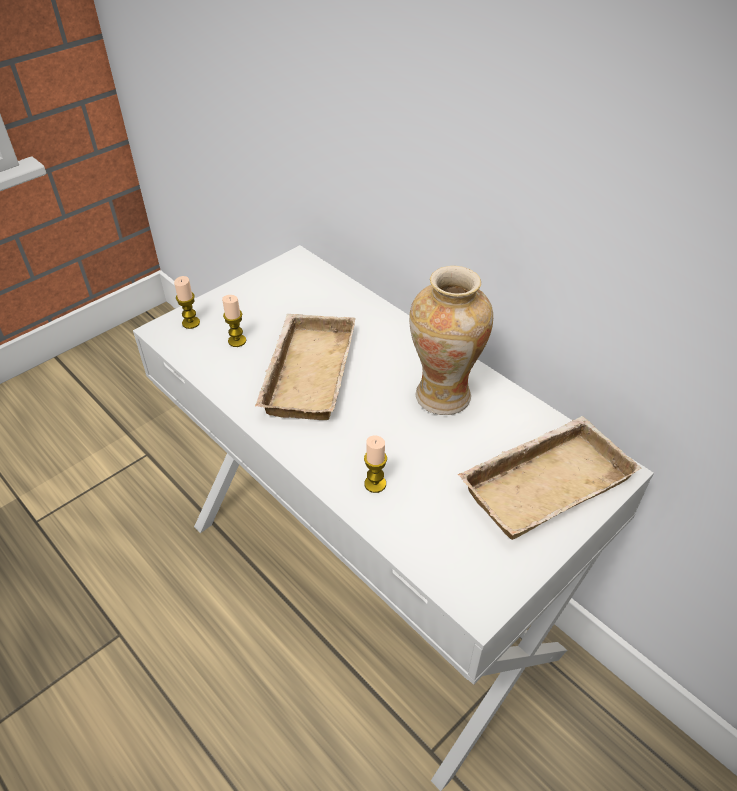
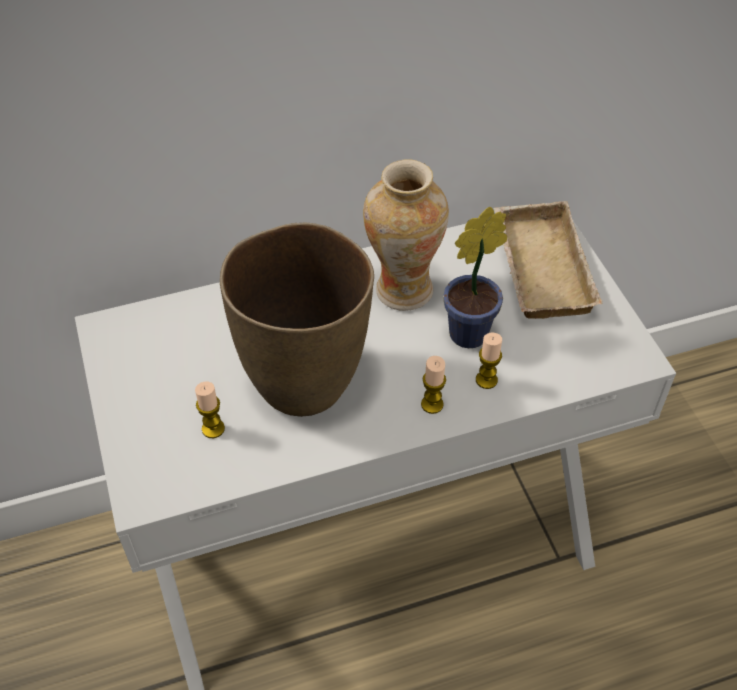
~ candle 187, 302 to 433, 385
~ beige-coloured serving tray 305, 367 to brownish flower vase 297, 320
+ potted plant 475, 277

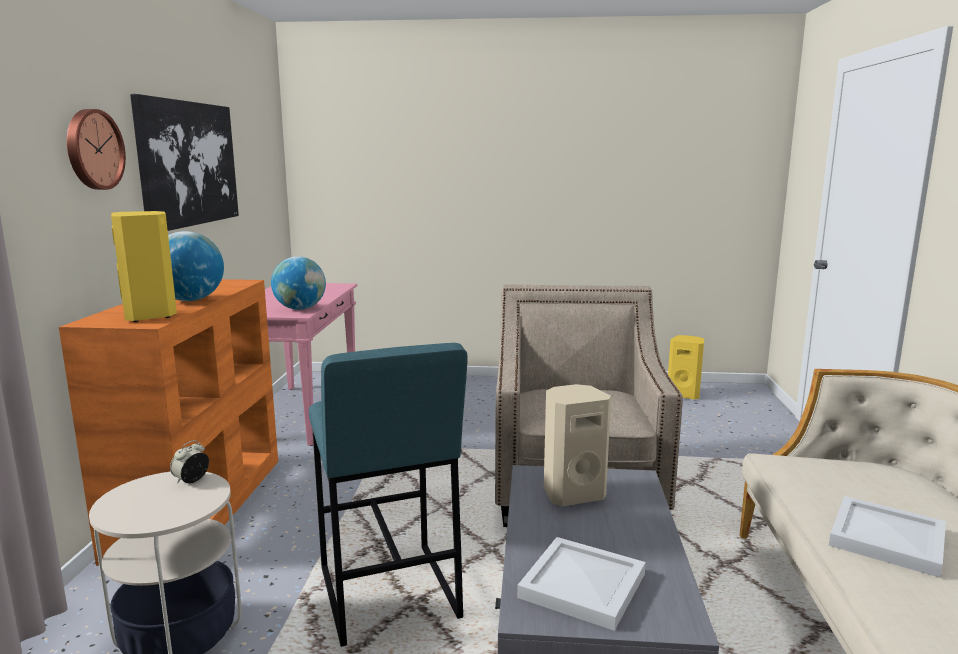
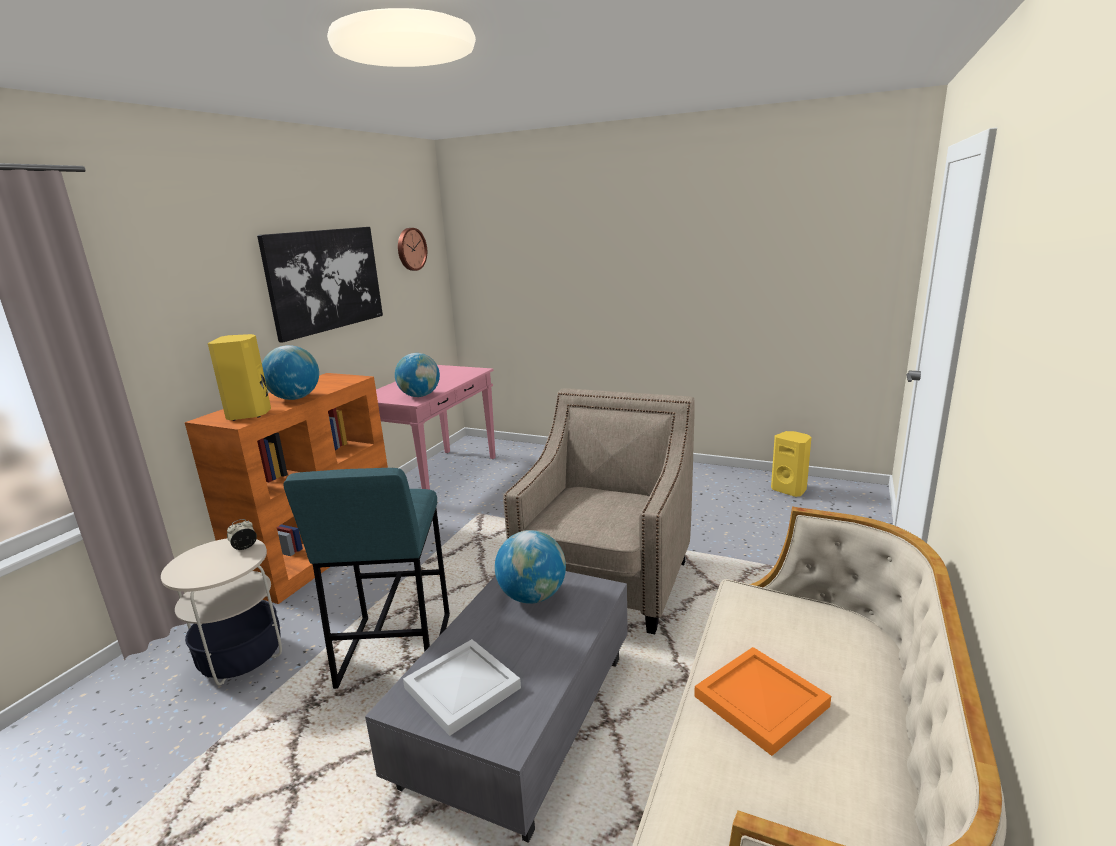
~ hanging clock 96, 149 to 412, 249
~ beige-coloured speaker 577, 445 to desk globe 530, 567
~ whitish serving tray 887, 537 to orangey serving tray 762, 701

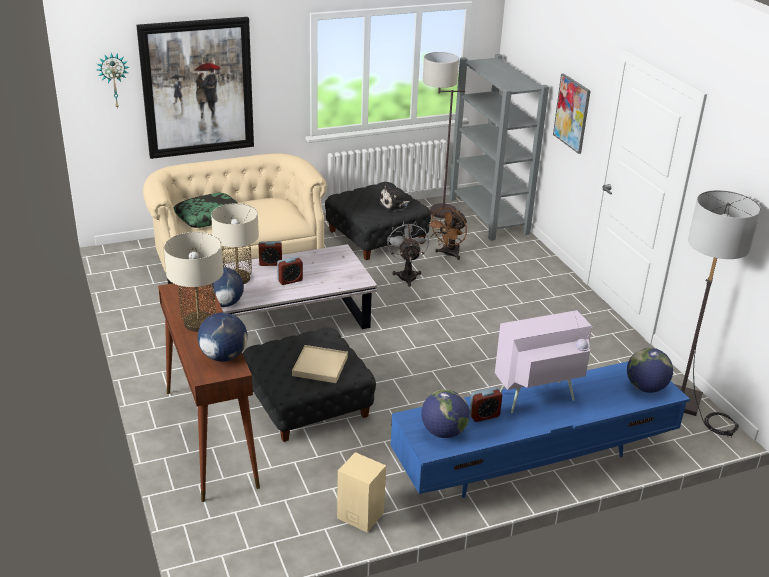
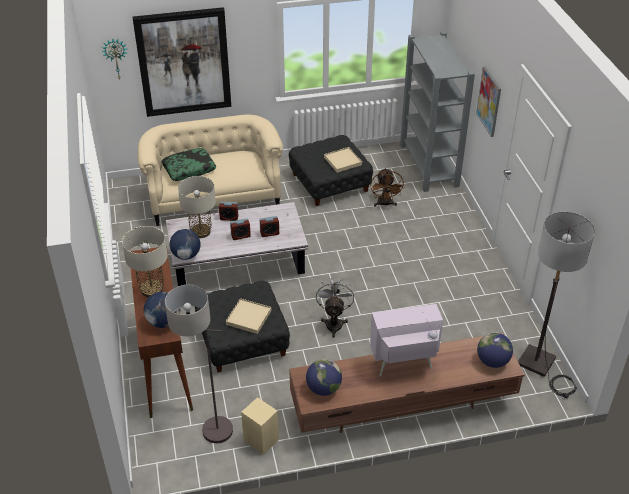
~ cuddly toy 394, 197 to beige-coloured serving tray 343, 160
~ greyish electric fan 408, 254 to 335, 308
~ blue tv stand 540, 429 to brownish tv stand 407, 383
~ greyish standing lamp 444, 135 to 199, 364
~ brownish electric fan 447, 233 = 387, 187 45 degrees counterclockwise
~ alarm clock 485, 404 to 269, 226

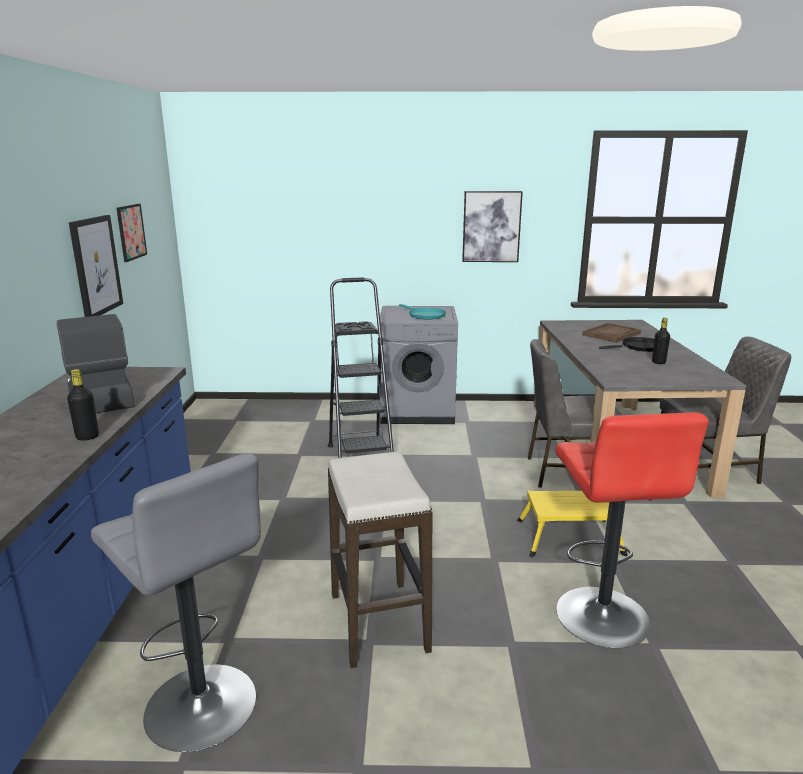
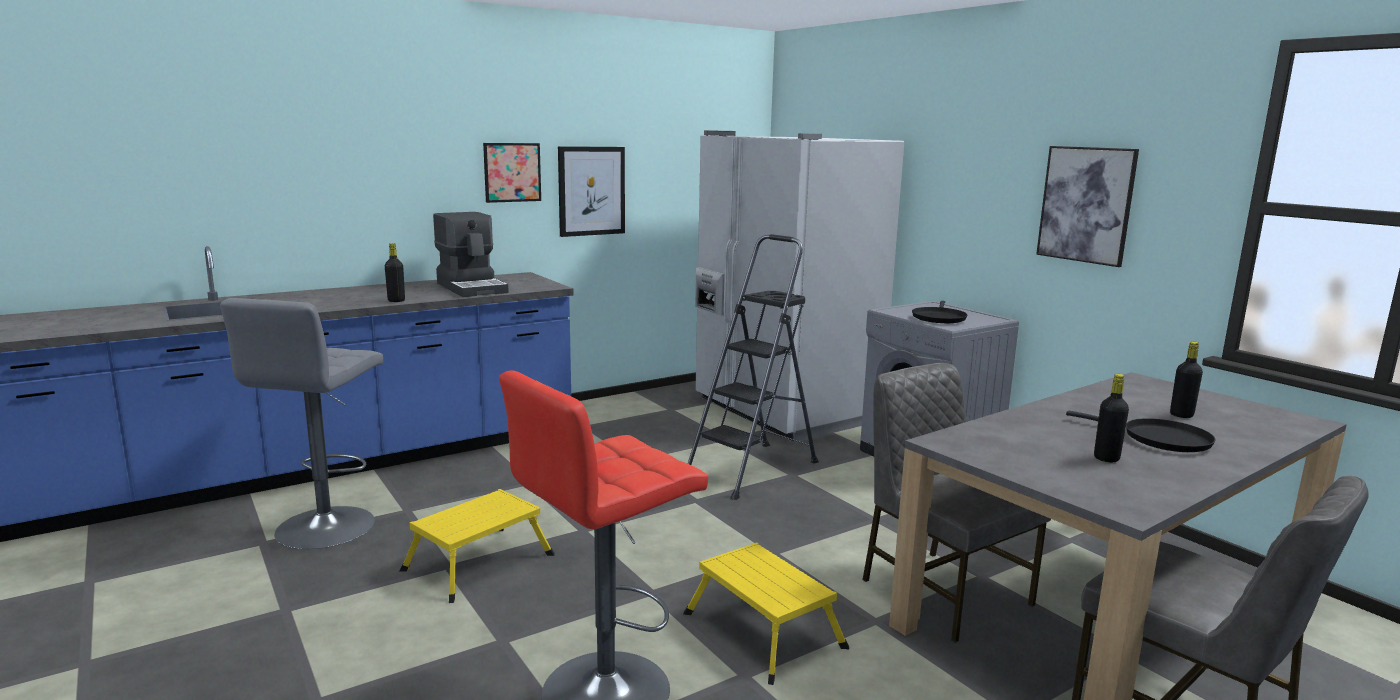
~ coffee brewer 96, 363 = 471, 254 120 degrees clockwise
~ picture 131, 233 to 512, 173
~ stool 380, 560 to yellowish step ladder 477, 546
~ turquoise skillet 422, 312 to black-coloured skillet 939, 312
~ brownish serving tray 612, 333 to black-coloured drink bottle 1186, 380
+ whitish kitchen fridge 799, 286

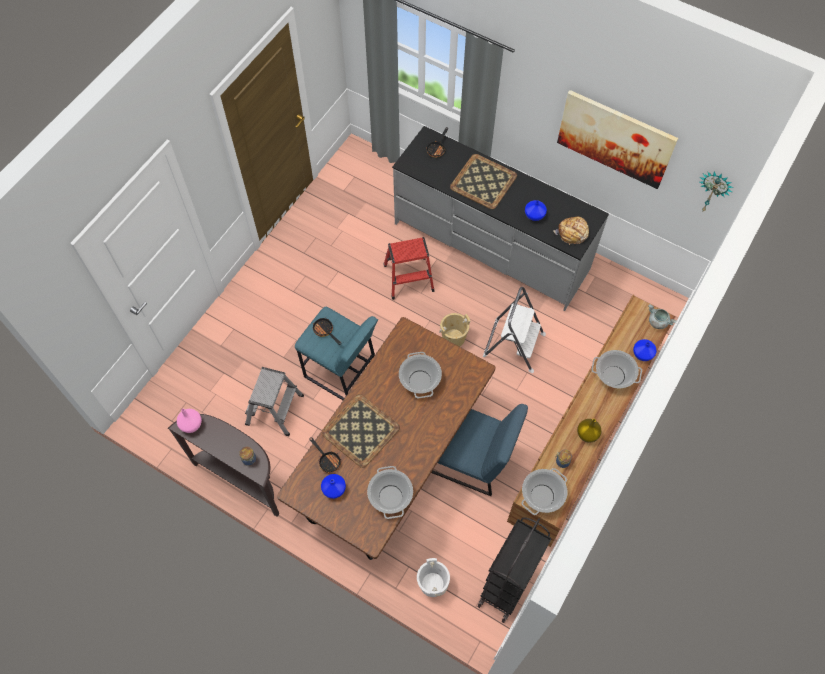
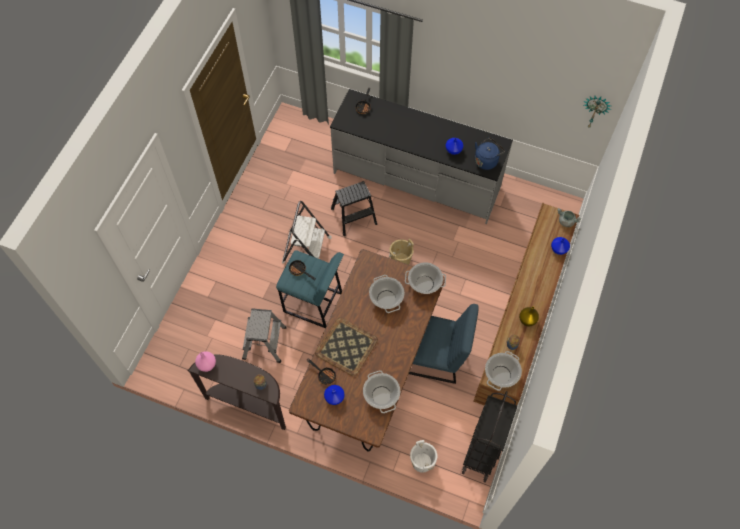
~ reddish step ladder 409, 268 to black-coloured step ladder 354, 208
- serving tray 483, 181
~ whitish step ladder 514, 330 to 307, 232
~ baked bread 571, 230 to blue water kettle 490, 153
- picture 617, 139
~ cooking pot 616, 369 to 425, 278

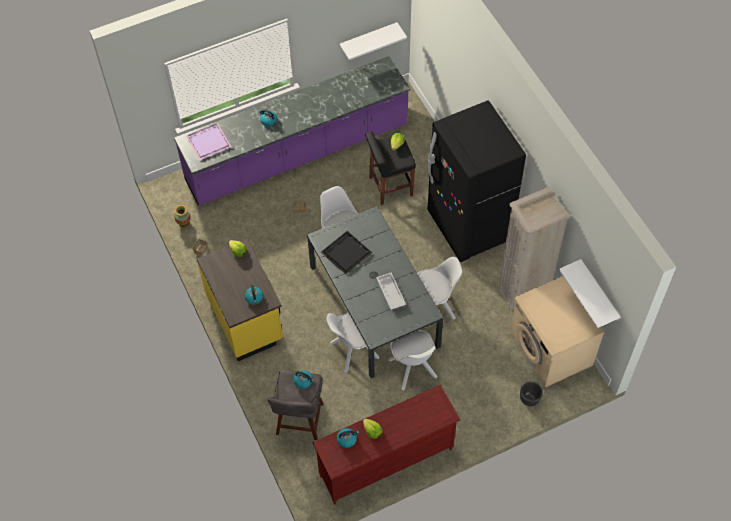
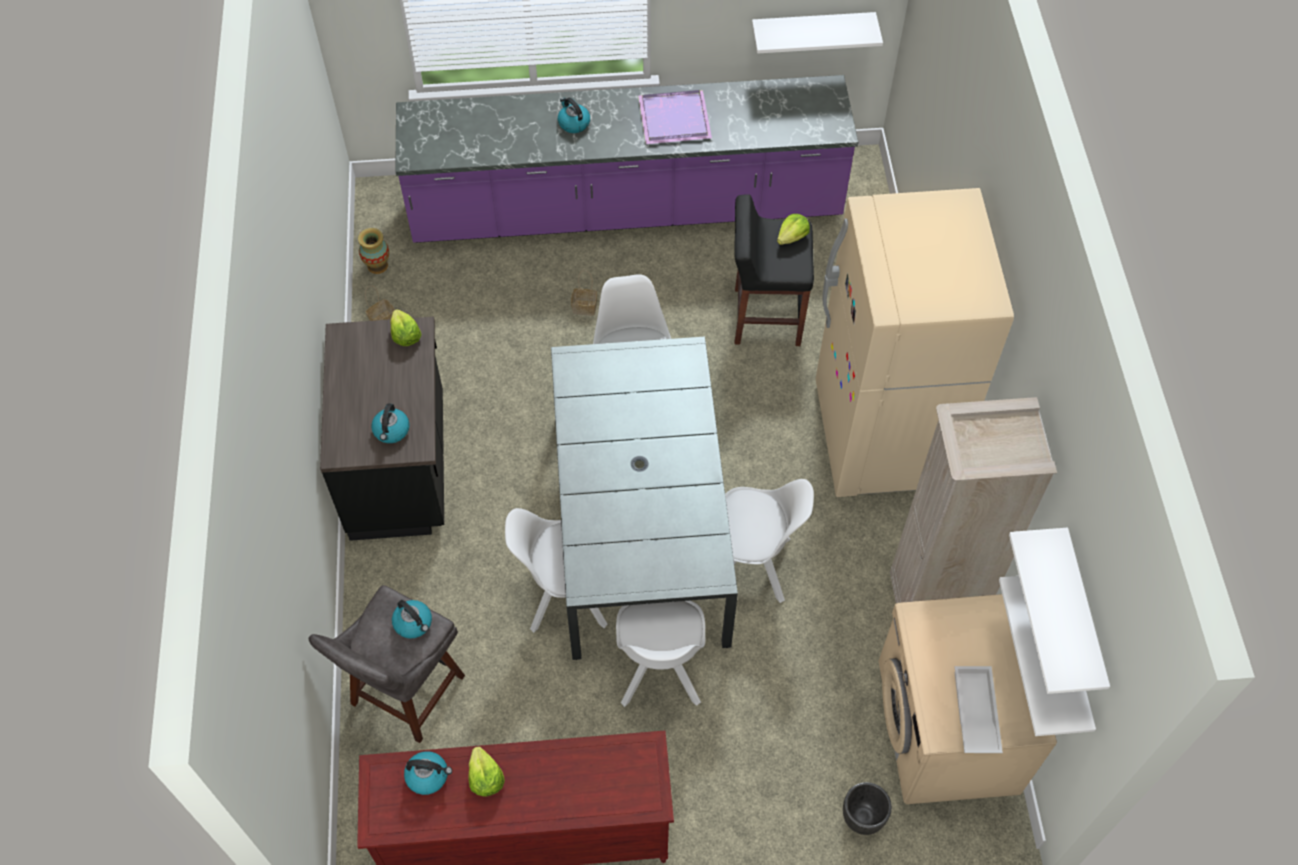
~ purplish serving tray 208, 141 to 675, 117
~ yellowish counter 240, 299 to black-coloured counter 382, 429
- black-coloured serving tray 346, 252
~ whitish serving tray 391, 291 to 979, 709
~ black-coloured kitchen fridge 476, 181 to beige-coloured kitchen fridge 915, 342
+ whitish bracket shelf 1059, 611

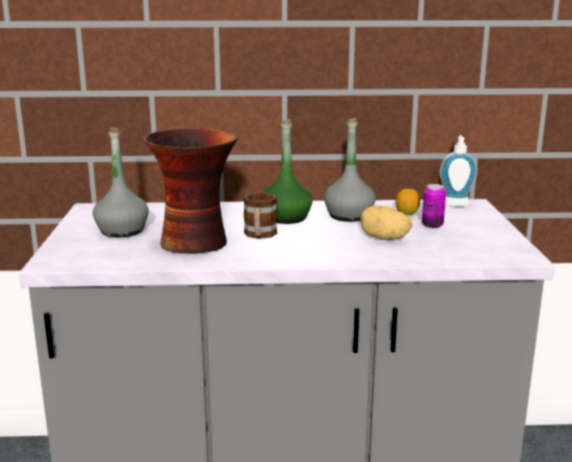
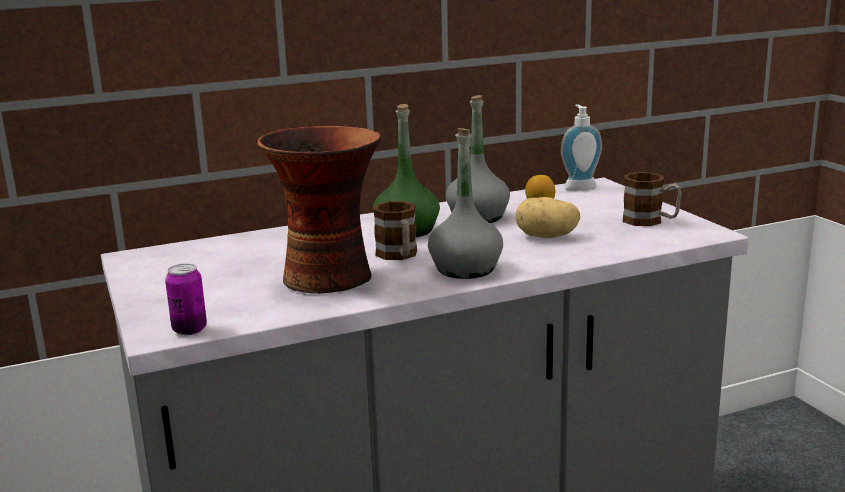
~ greyish drink bottle 121, 182 to 465, 203
~ sealed can 434, 206 to 186, 299
+ coffee mug 652, 199

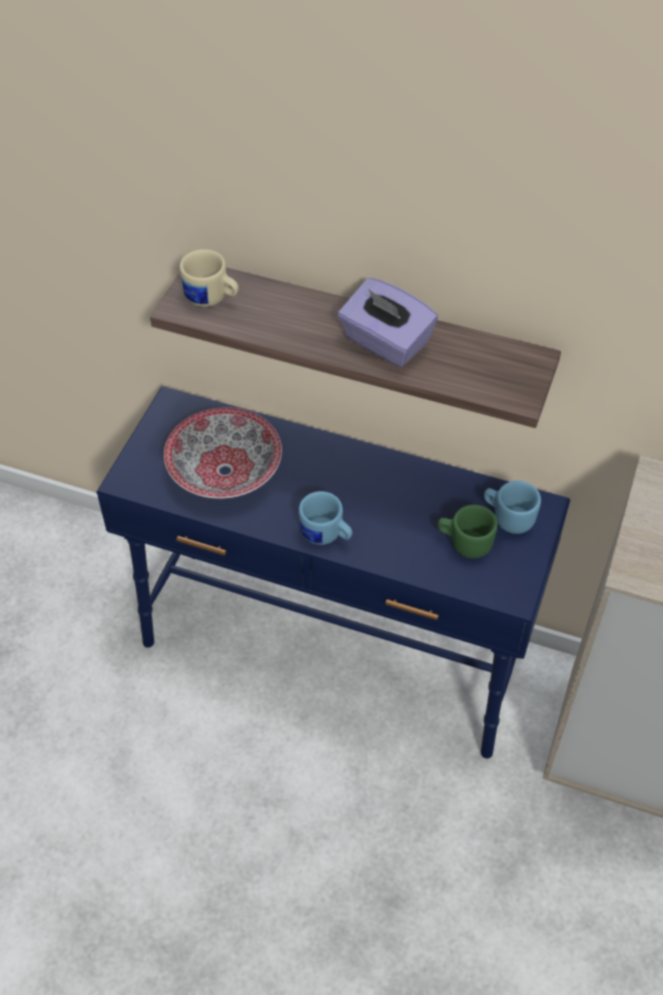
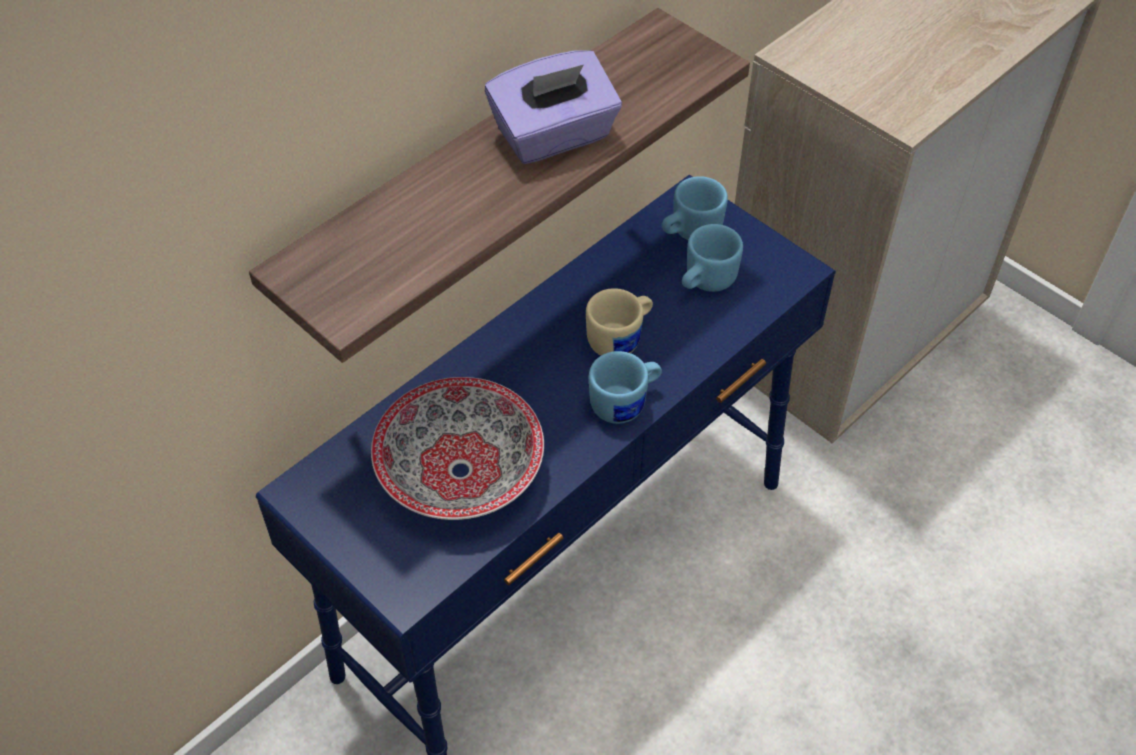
~ beige-coloured coffee mug 209, 278 to 619, 321
~ greenish coffee mug 468, 532 to blue coffee mug 712, 258

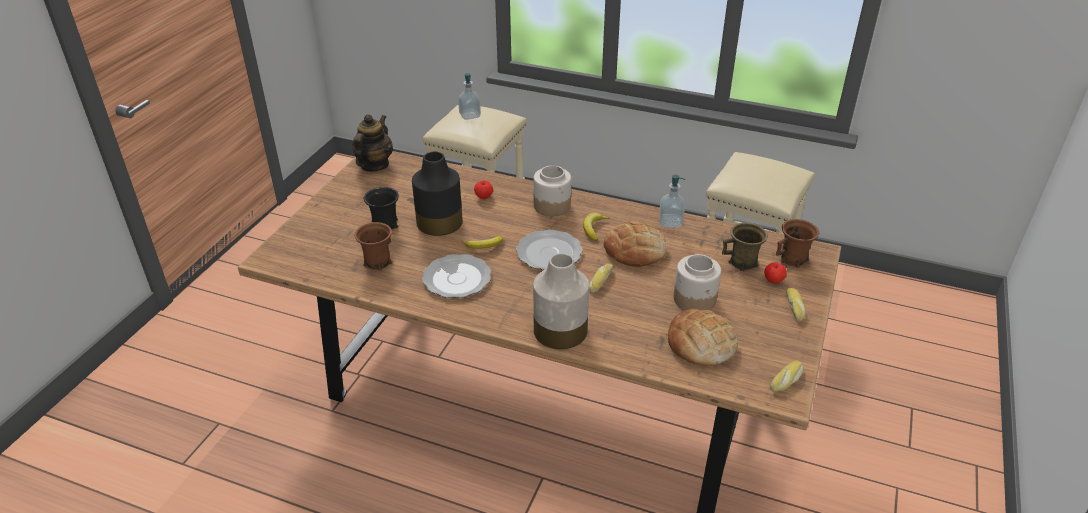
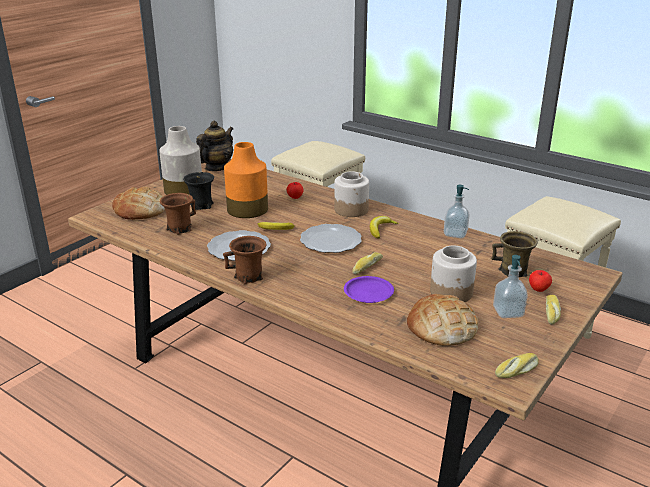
~ black-coloured flower vase 437, 194 to orangey flower vase 246, 180
~ soap dispenser 469, 96 to 510, 286
~ beige-coloured flower vase 561, 301 to 180, 160
~ baked bread 636, 244 to 138, 203
~ brownish coffee mug 797, 243 to 244, 260
+ purplish plate 369, 289

